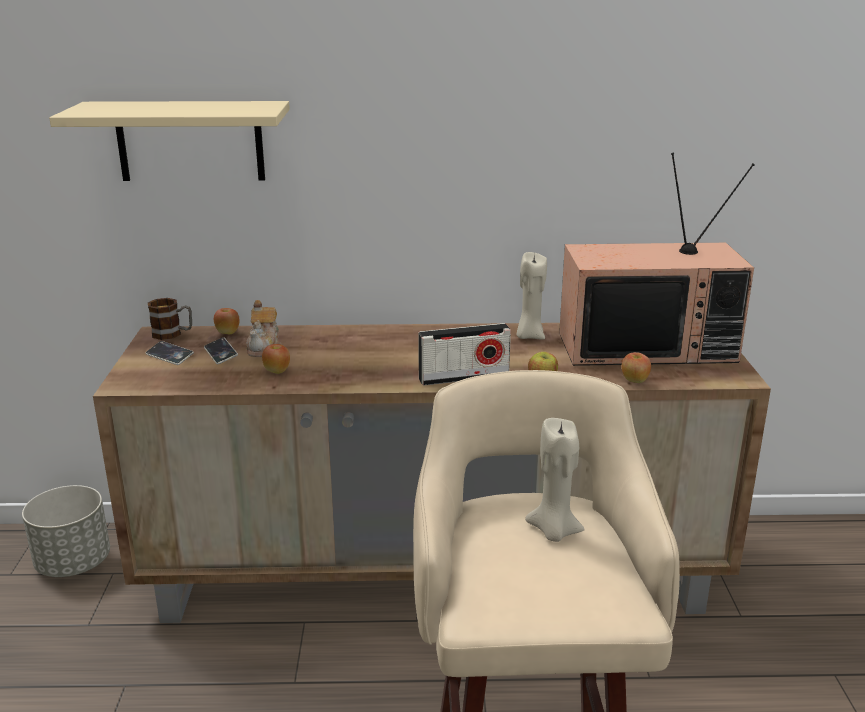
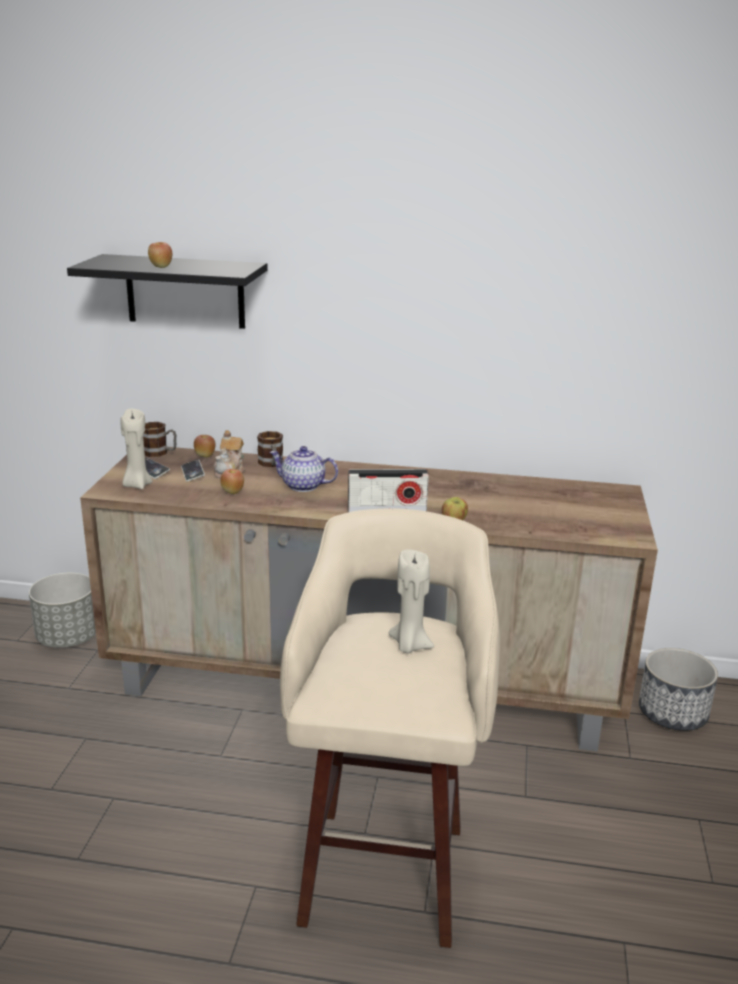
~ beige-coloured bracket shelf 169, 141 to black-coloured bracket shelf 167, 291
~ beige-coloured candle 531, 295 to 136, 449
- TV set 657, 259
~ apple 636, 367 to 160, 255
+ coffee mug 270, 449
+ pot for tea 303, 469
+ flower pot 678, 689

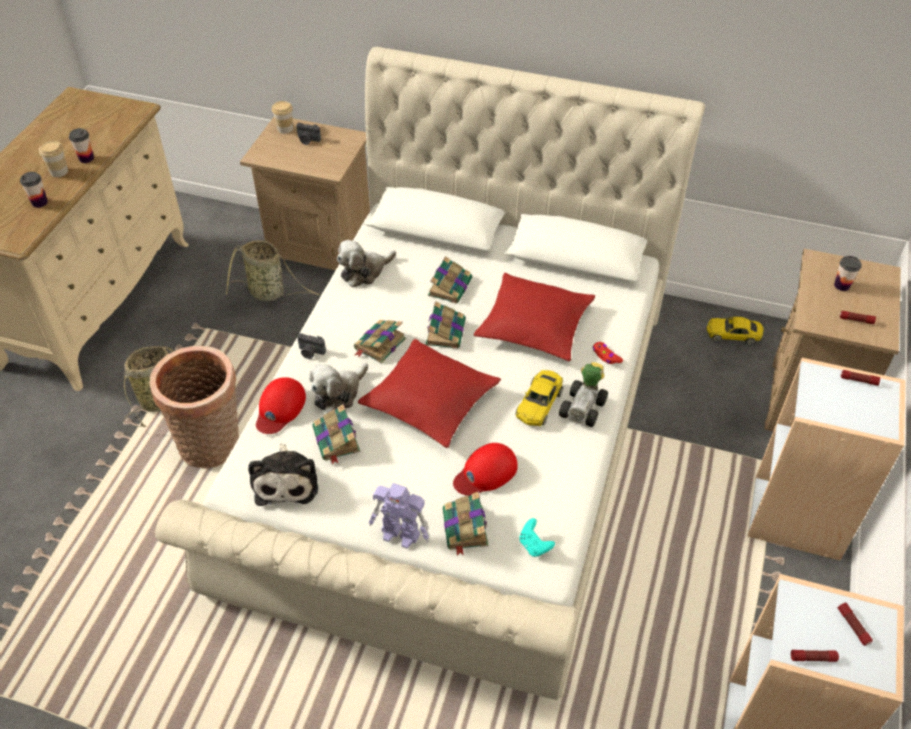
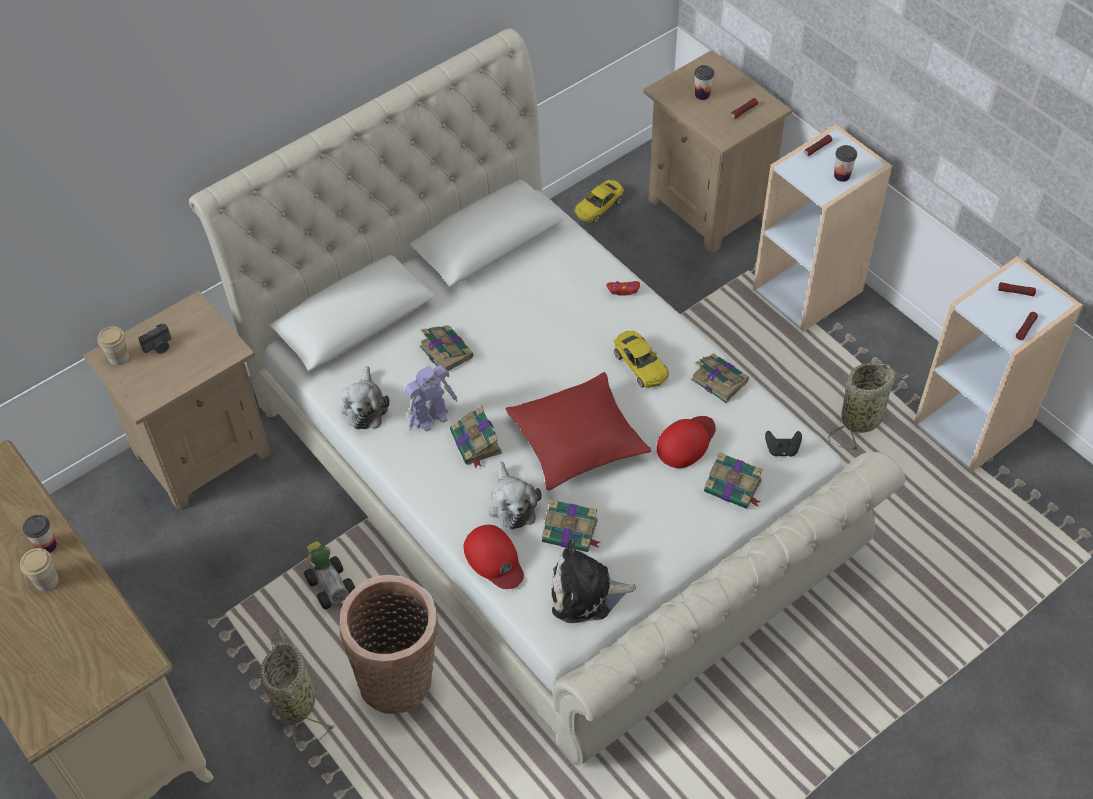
~ drinking cup 34, 190 to 845, 163
~ household basket 273, 270 to 868, 407
~ cuddly toy 283, 474 = 593, 581 150 degrees clockwise
- photo camera 311, 346
~ robot figure 399, 516 to 431, 398
~ volume 446, 325 to 720, 378
~ reddish cap 485, 469 = 686, 442 135 degrees counterclockwise
- reddish cushion 534, 317
~ turquoise joypad 537, 537 to black-coloured joypad 783, 444
~ model car 583, 394 to 329, 575

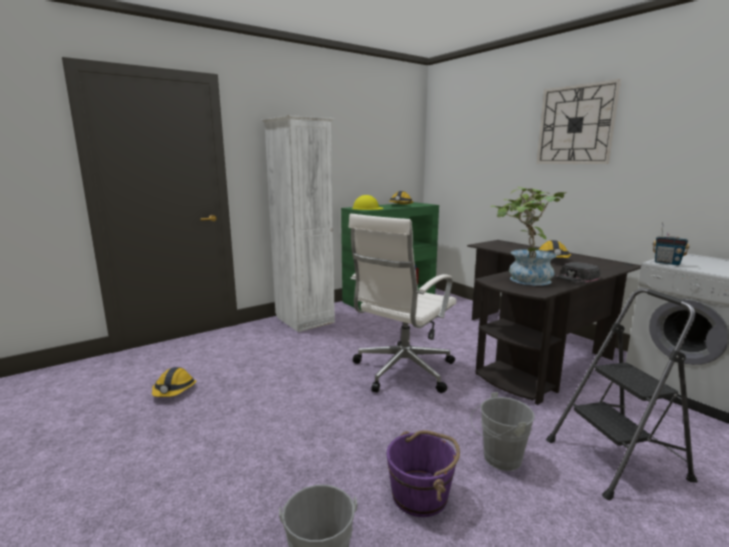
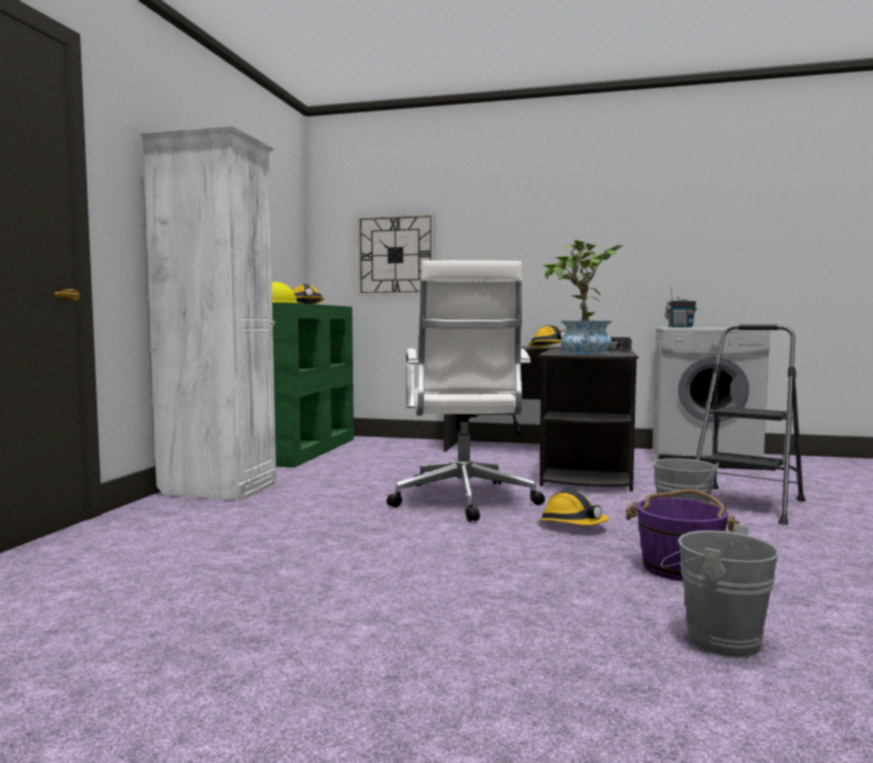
~ safety helmet 174, 382 to 574, 507
~ hanging clock 579, 121 to 396, 254

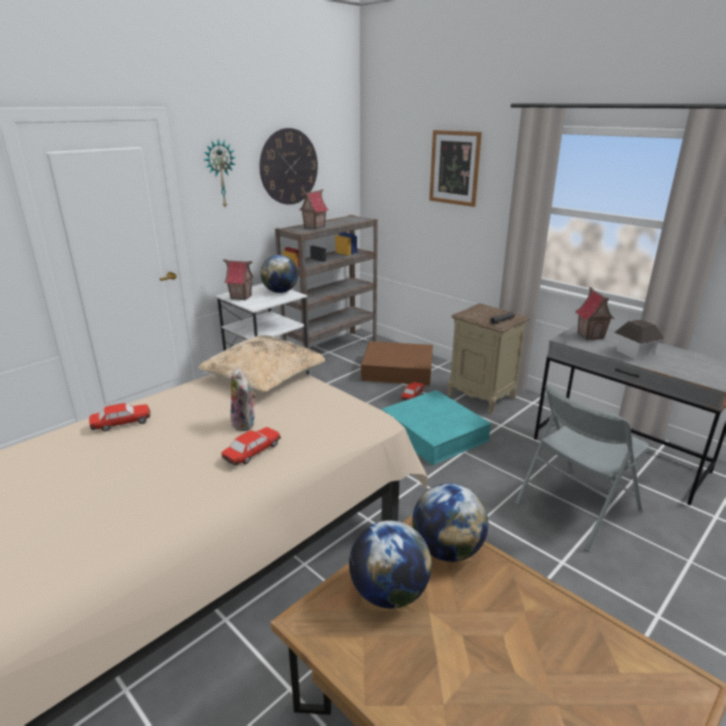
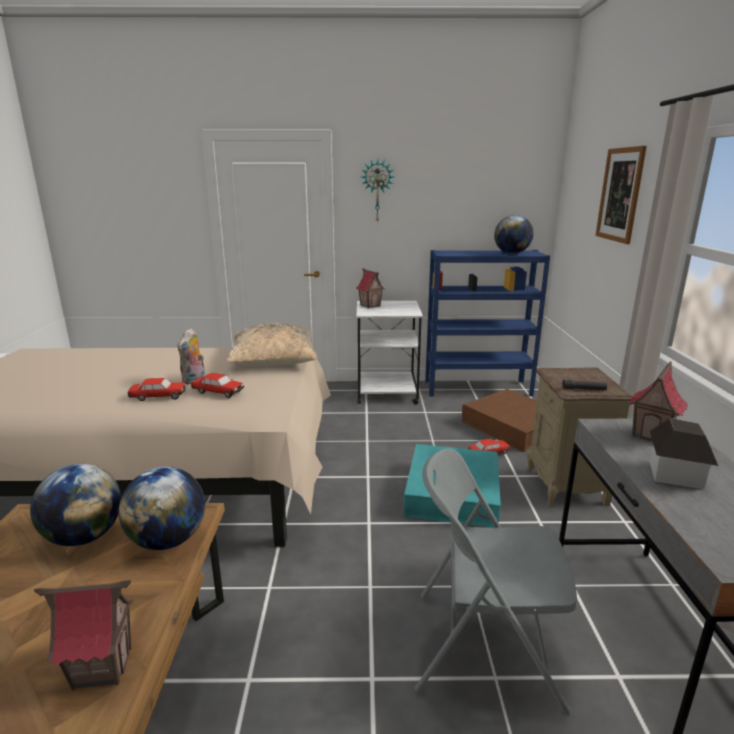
~ model car 119, 417 to 217, 385
- hanging clock 288, 166
~ desk globe 279, 274 to 513, 234
~ greyish bookcase 326, 282 to blue bookcase 487, 323
~ toy house 314, 209 to 84, 635

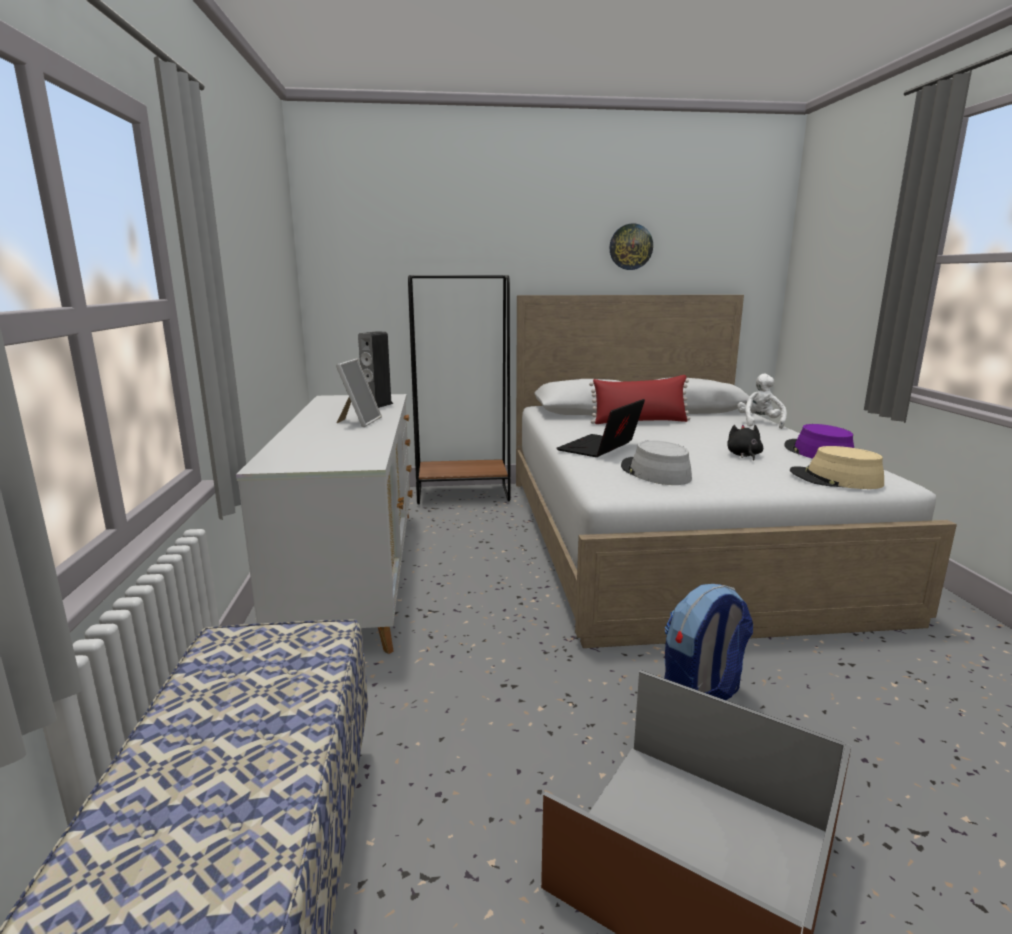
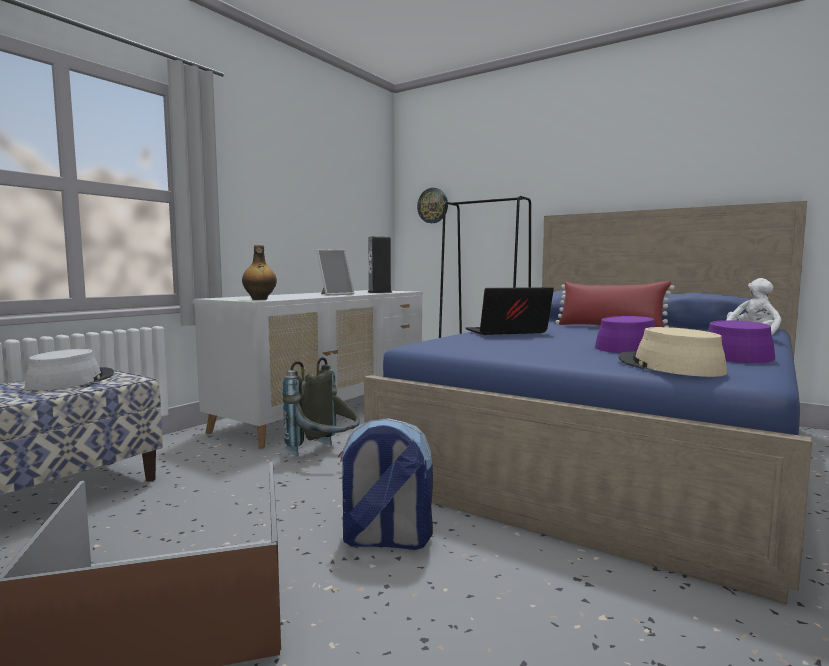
~ whitish bedroom bed 736, 471 to blue bedroom bed 588, 402
~ hanging clock 631, 246 to 432, 205
~ greyish hat 656, 462 to 69, 370
~ black-coloured cuddly toy 745, 443 to purplish hat 625, 334
+ drink bottle 259, 272
+ greyish backpack 321, 406

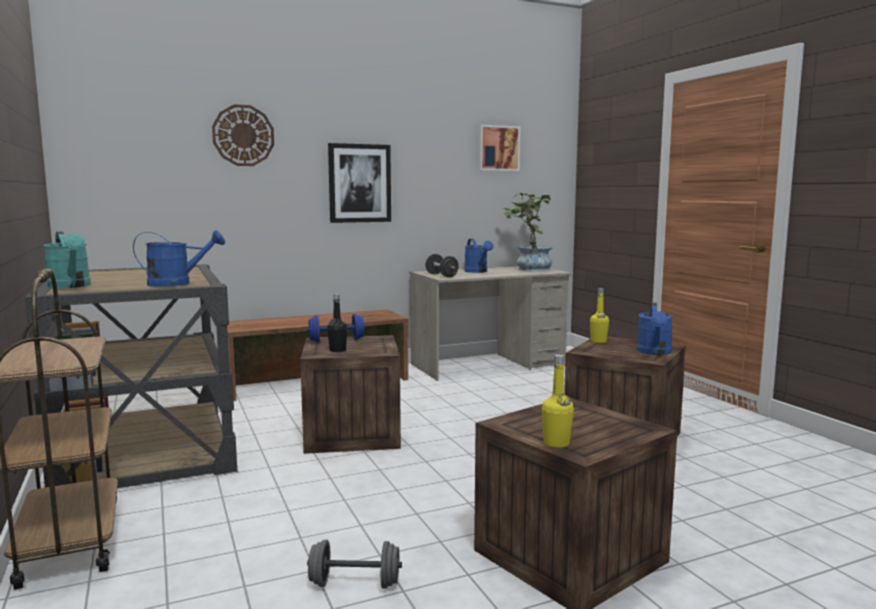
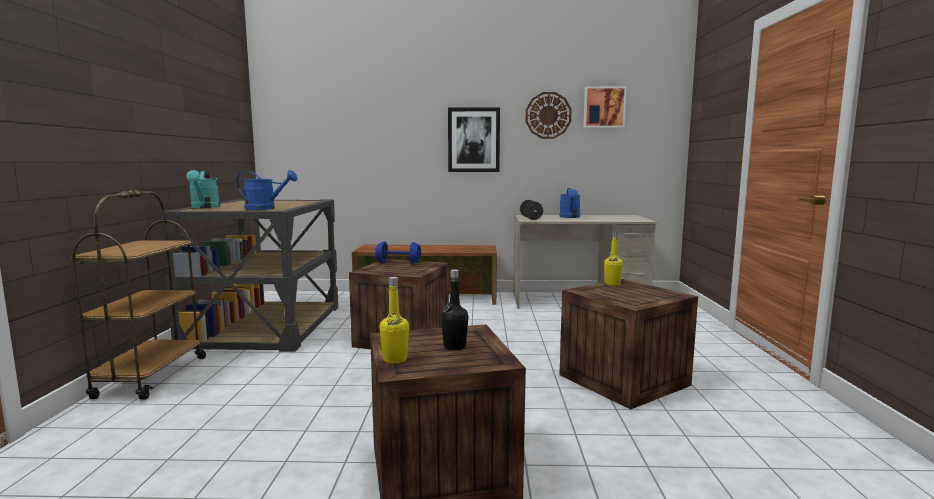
~ hanging clock 243, 135 to 549, 115
- greyish dumbbell 354, 564
~ black-coloured drink bottle 337, 323 to 455, 310
- potted plant 526, 232
- blue sprinkling can 655, 329

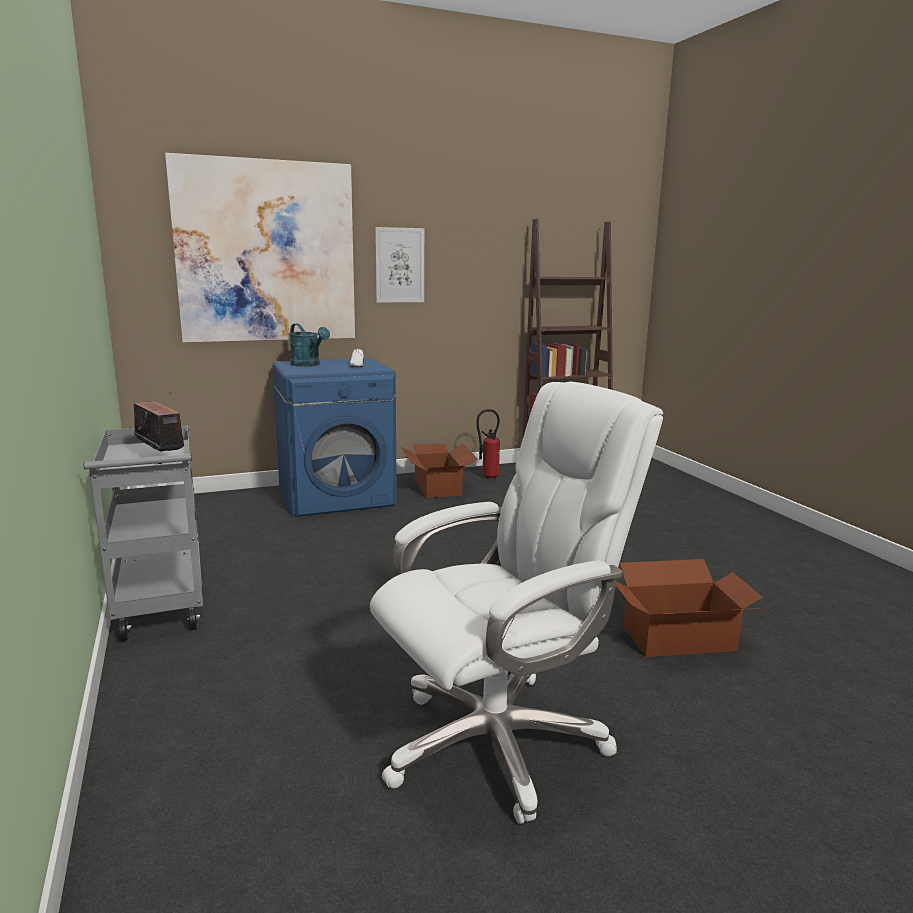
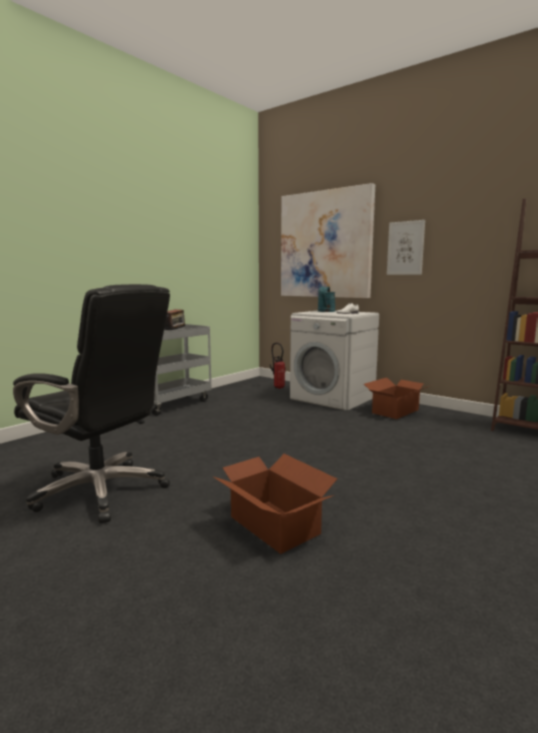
~ blue washing machine 334, 437 to whitish washing machine 334, 360
~ whitish office chair 516, 603 to black-coloured office chair 91, 404
~ extinguisher 488, 444 to 277, 365

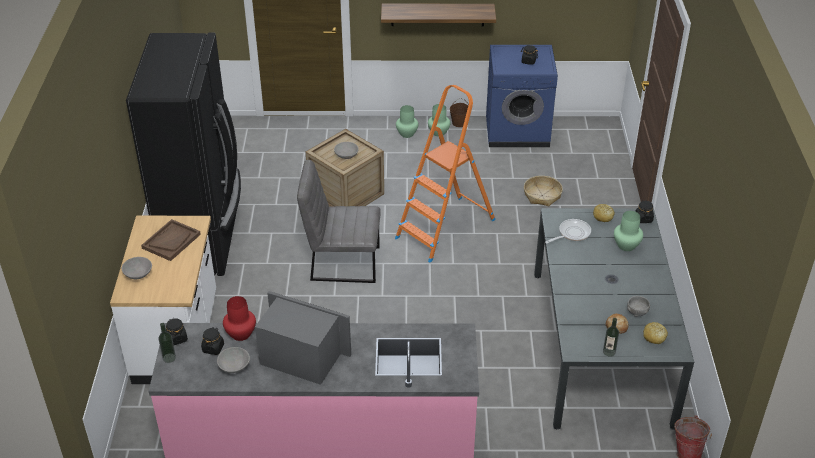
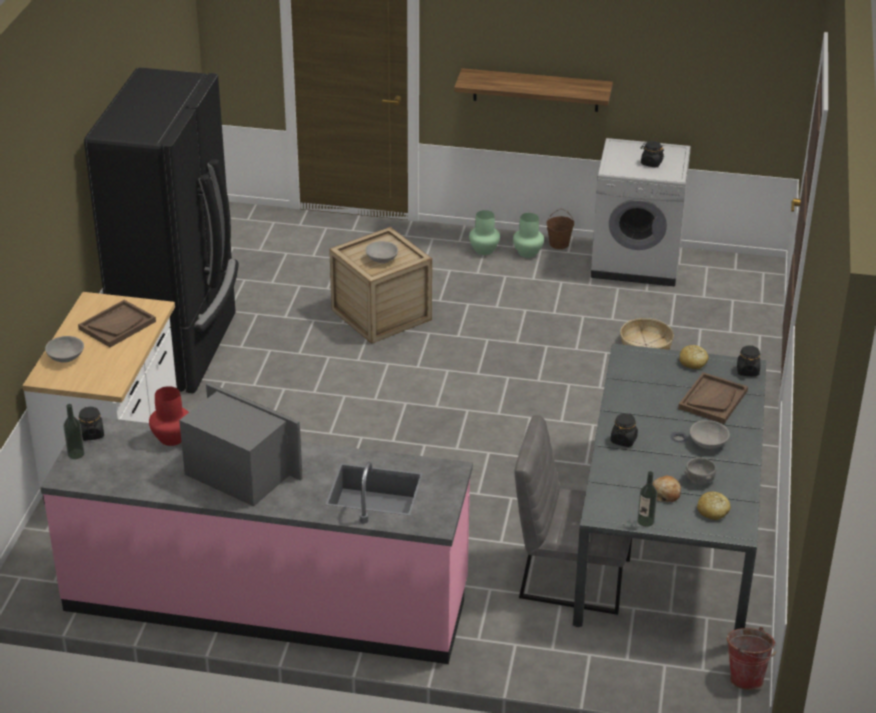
~ black-coloured preserve jar 212, 341 to 624, 430
~ greyish bowl 233, 360 to 710, 434
~ greyish upright chair 339, 221 to 573, 515
- orangey step ladder 445, 174
~ blue washing machine 522, 96 to whitish washing machine 641, 212
- skillet 568, 231
~ greenish flower vase 628, 231 to brownish serving tray 713, 398

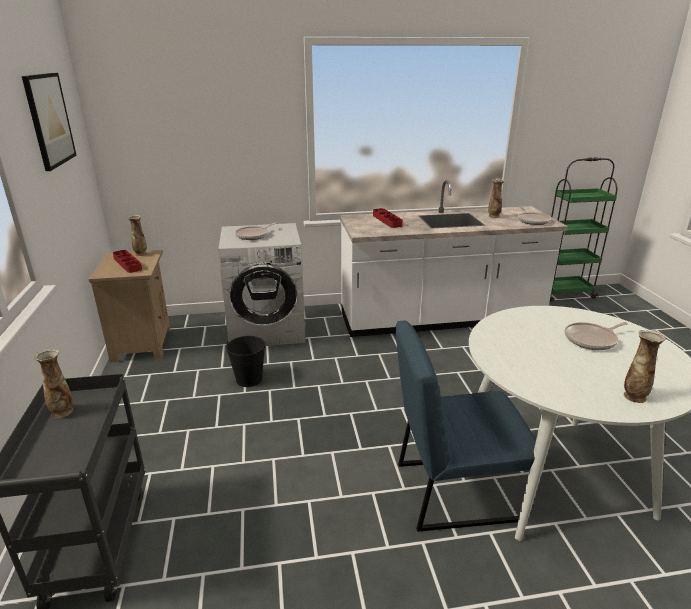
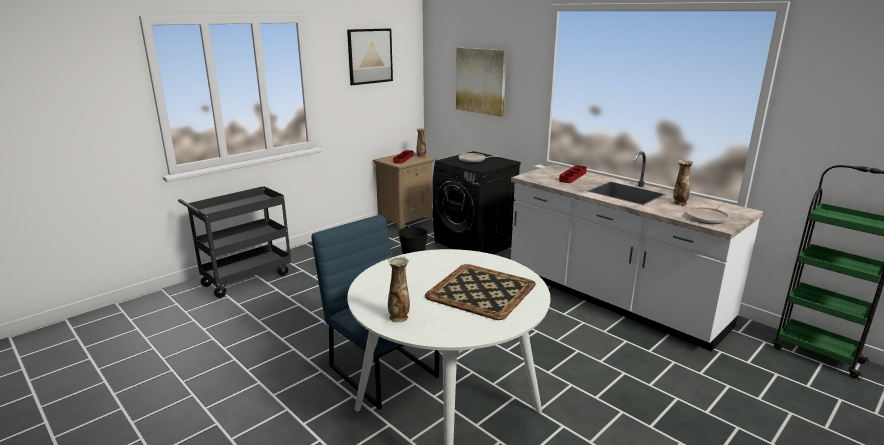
- flower vase 53, 383
~ whitish washing machine 261, 284 to black-coloured washing machine 476, 202
~ skillet 596, 336 to serving tray 480, 292
+ picture 481, 82

